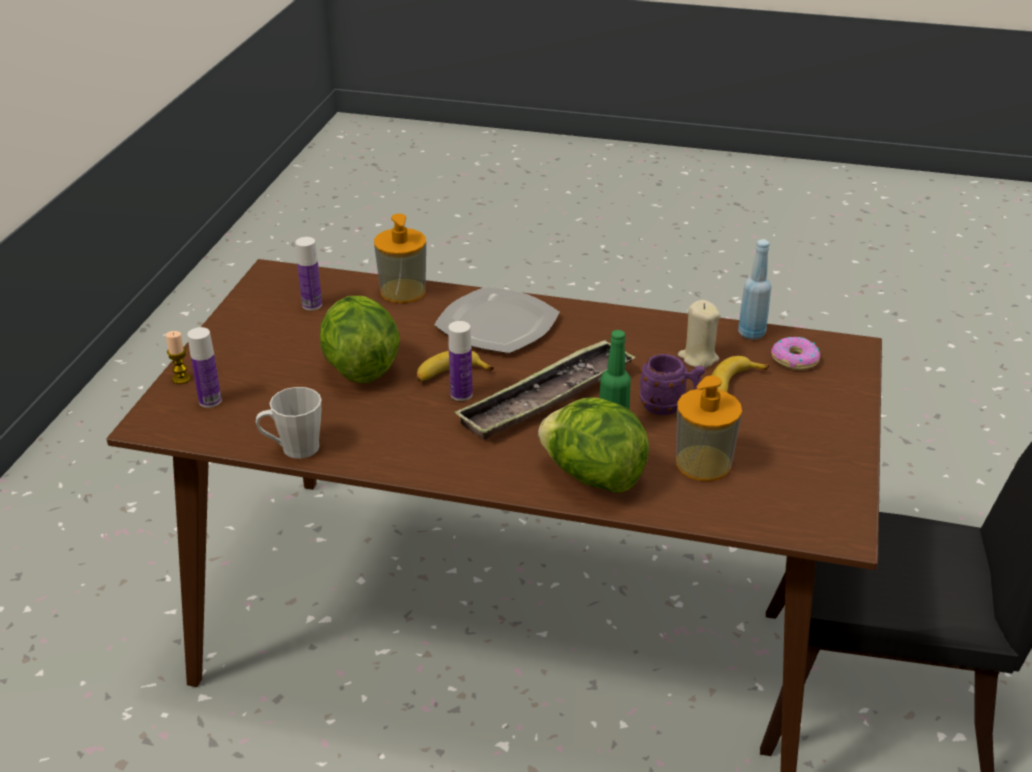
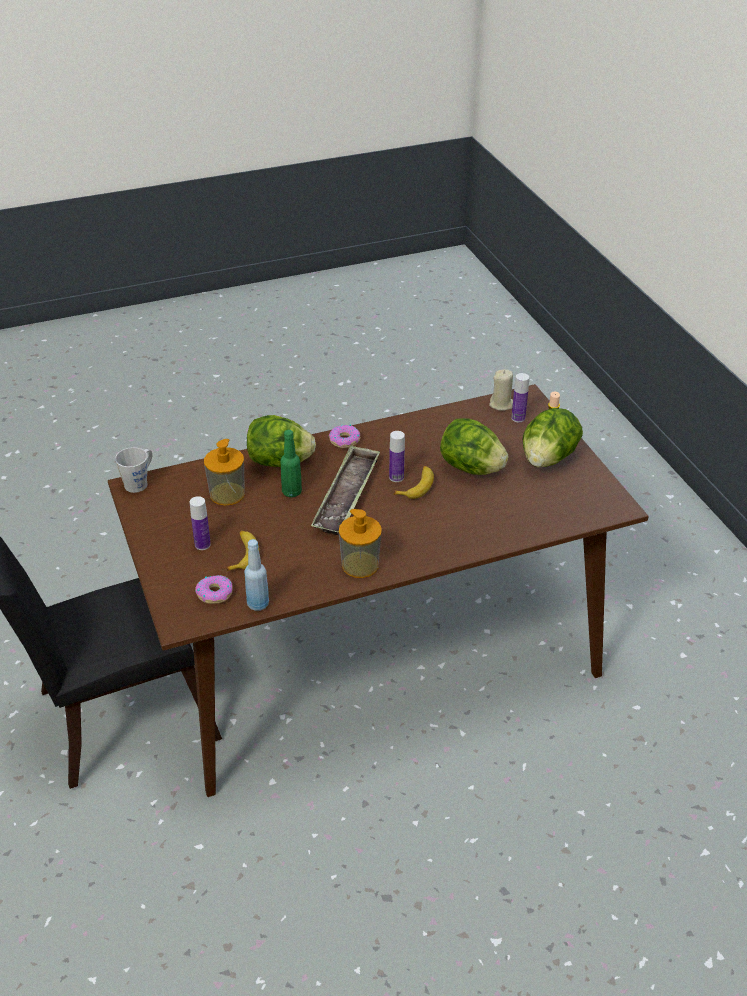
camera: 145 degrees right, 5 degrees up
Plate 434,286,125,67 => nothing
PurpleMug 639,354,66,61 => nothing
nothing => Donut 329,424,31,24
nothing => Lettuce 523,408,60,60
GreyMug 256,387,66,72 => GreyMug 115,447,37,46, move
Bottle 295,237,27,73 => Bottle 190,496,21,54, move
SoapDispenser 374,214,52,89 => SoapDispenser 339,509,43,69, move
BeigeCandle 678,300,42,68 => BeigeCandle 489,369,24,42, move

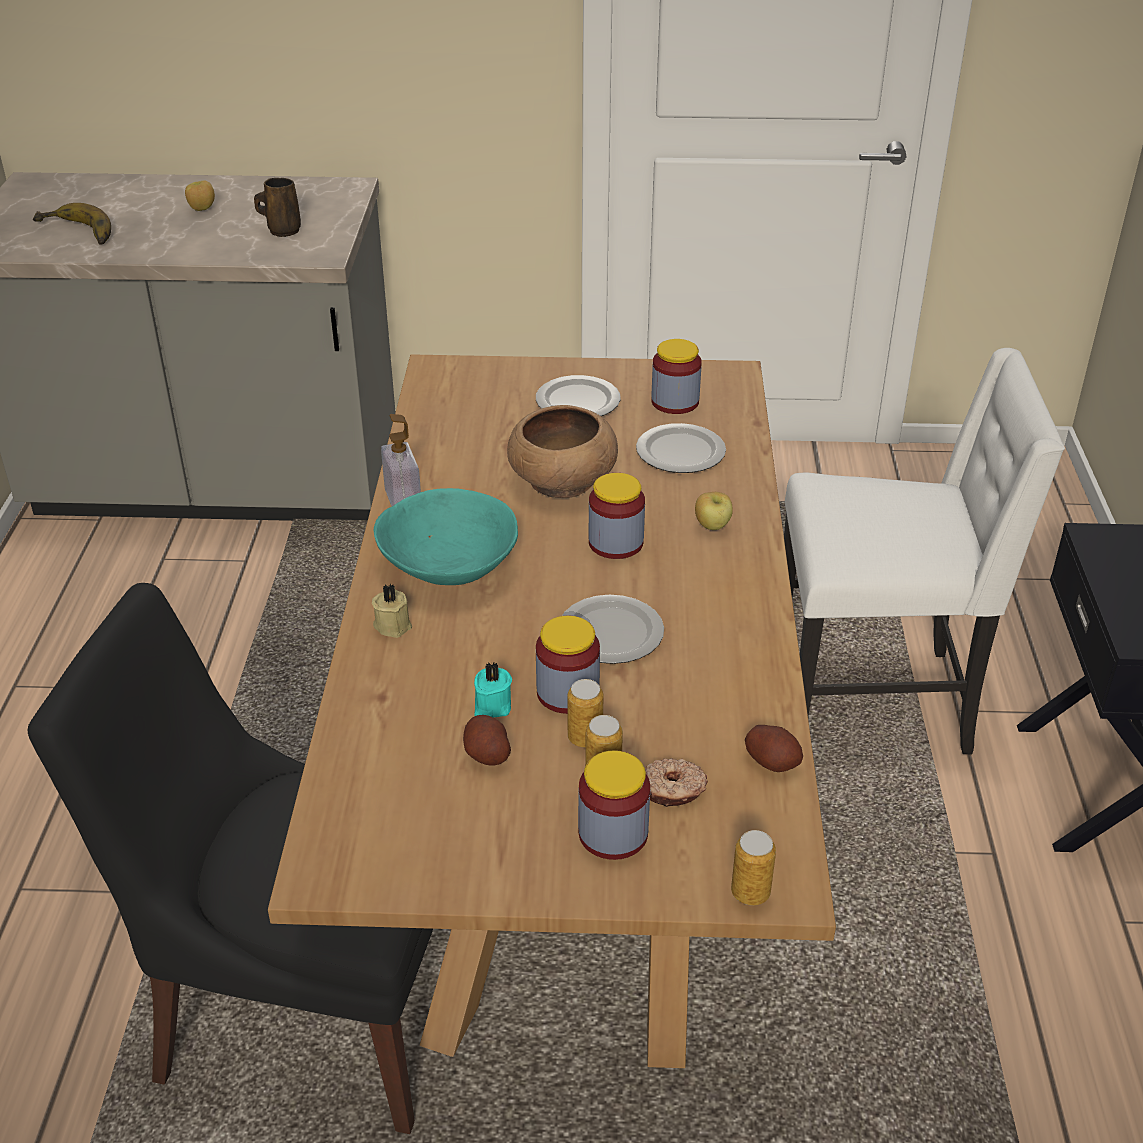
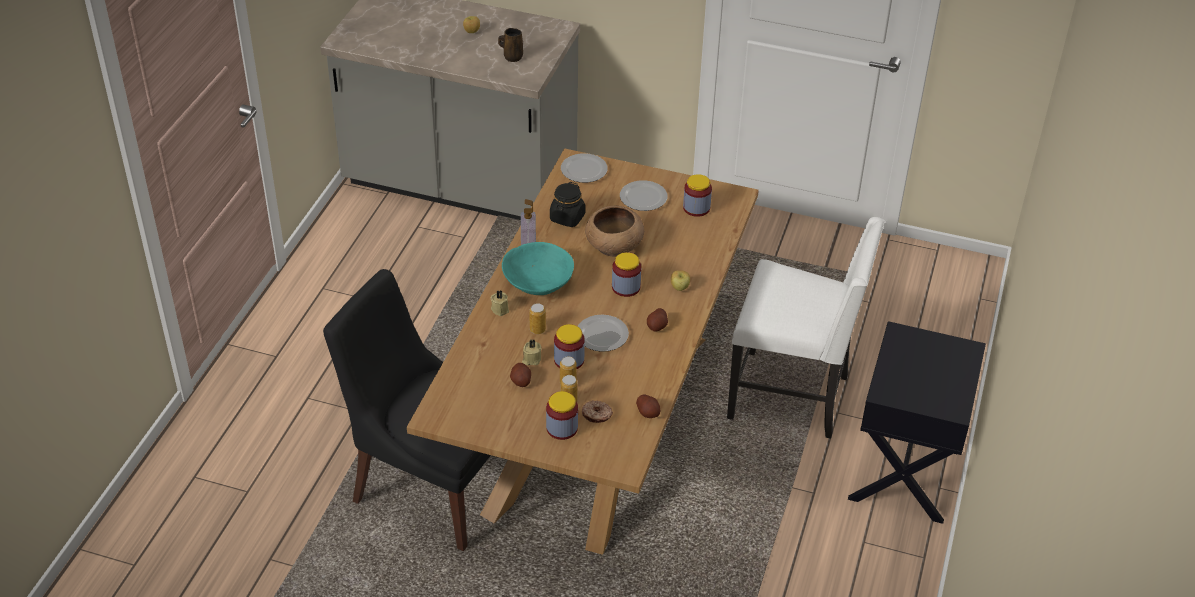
camera: 15 degrees right, 5 degrees up
Banana 33,203,78,42 => nothing
nothing => BlackJar 550,182,35,45
nothing => Potato 647,308,21,24
Plate 636,423,90,50 => Plate 561,153,47,30, move
Can 731,830,45,75 => Can 529,303,17,31, move
TurquoiseCandle 474,662,38,55 => BeigeCandle 522,339,20,27

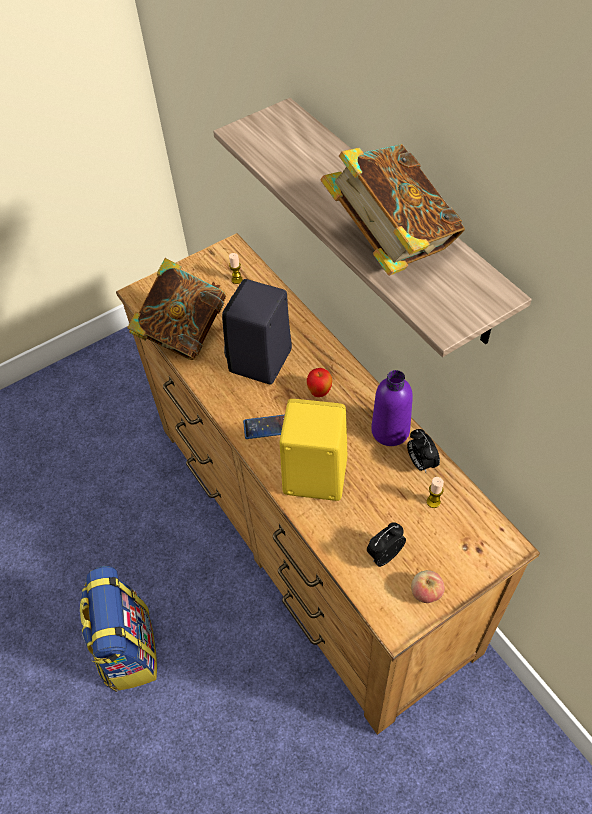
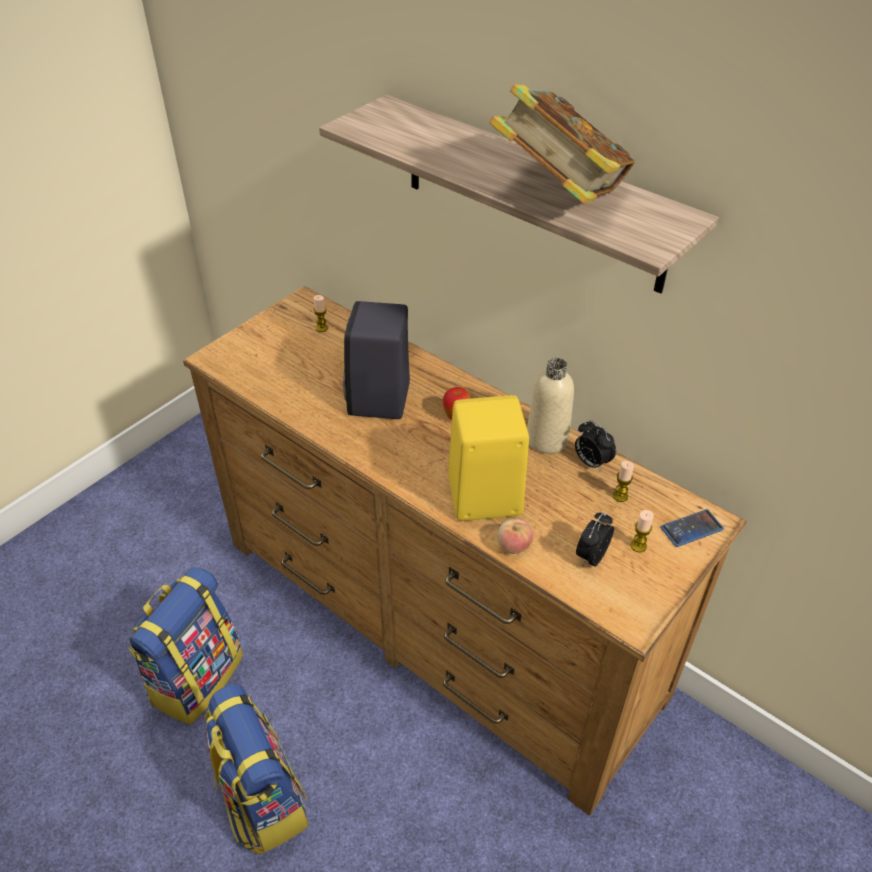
camera: 20 degrees left, 10 degrees down
Book 127,258,99,102 => nothing
nothing => Backpack 128,567,115,158
nothing => Candle 630,510,24,42
Phone 243,414,42,25 => Phone 660,509,64,38, move
Apple 411,570,34,33 => Apple 497,519,36,35, move
PurpleBottle 371,370,42,76 => BeigeBottle 527,358,47,96

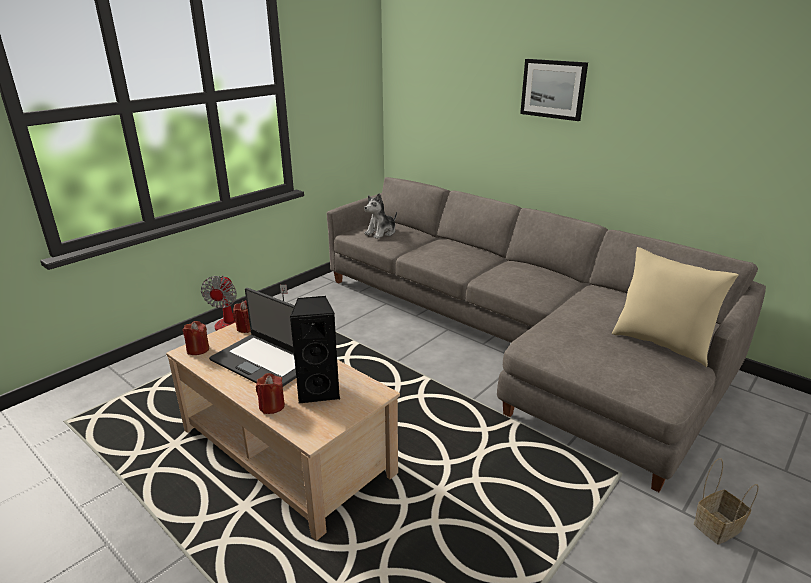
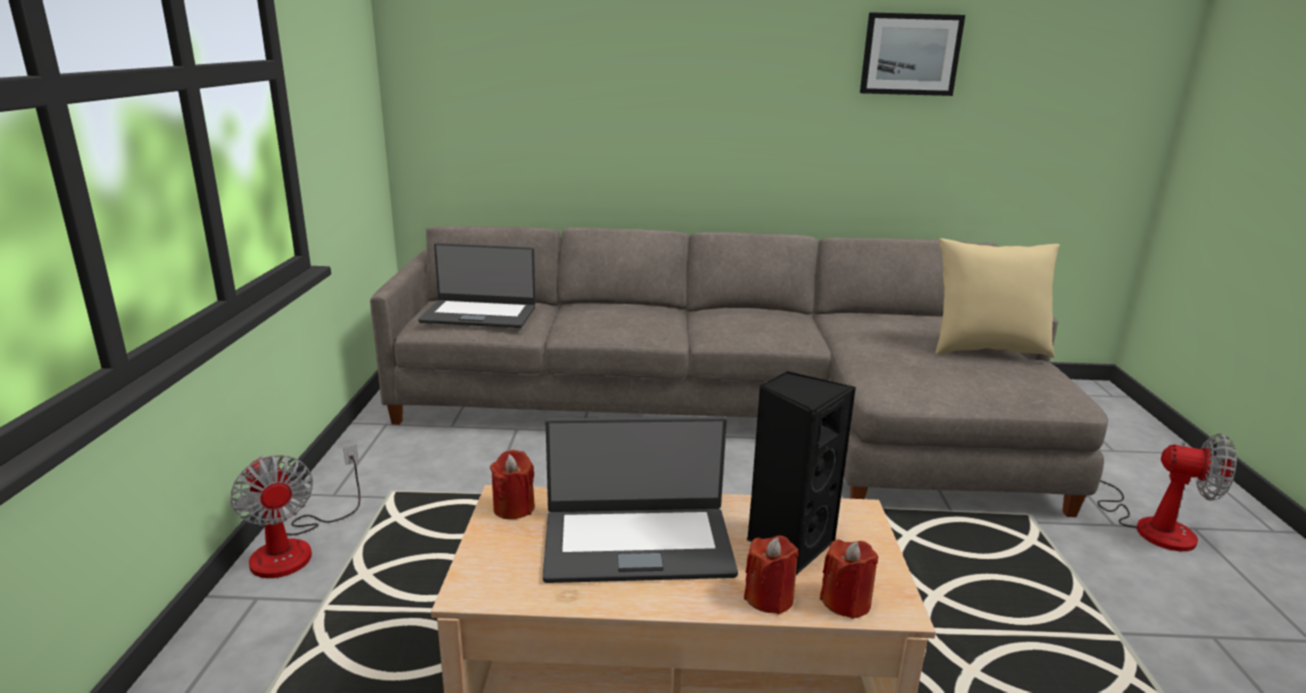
camera: 40 degrees left, 5 degrees down
RedCandle 183,321,26,34 => RedCandle 820,540,58,79, move
Picture 520,59,68,62 => Picture 860,12,105,84, move
PlushToy 364,193,33,46 => Laptop 418,243,118,85
Basket 694,458,65,86 => Fan 1097,433,140,118

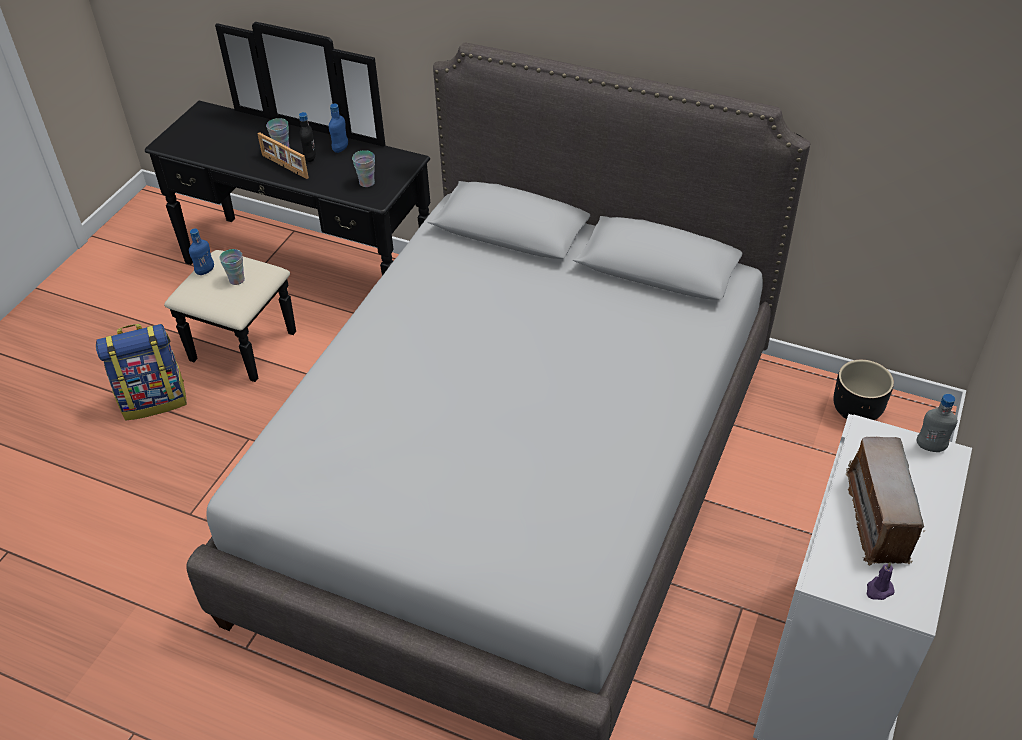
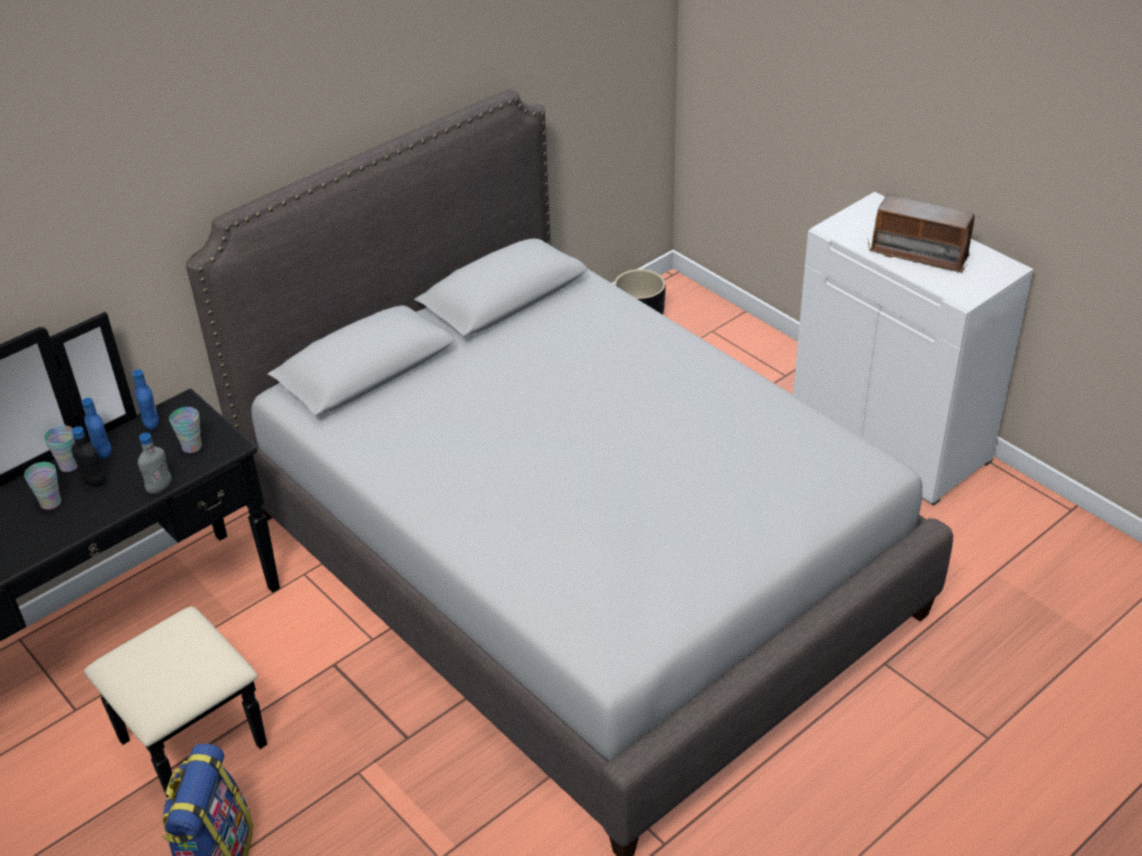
camera: 65 degrees left, 5 degrees down
PictureFrame 257,132,52,47 => nothing
PurpleCandle 867,562,28,38 => nothing
BlueBottle 189,229,25,46 => BlueBottle 132,369,27,61, move
Cup 219,249,26,36 => Cup 44,425,34,47, move
GreyBottle 917,394,41,58 => GreyBottle 138,433,34,61, move

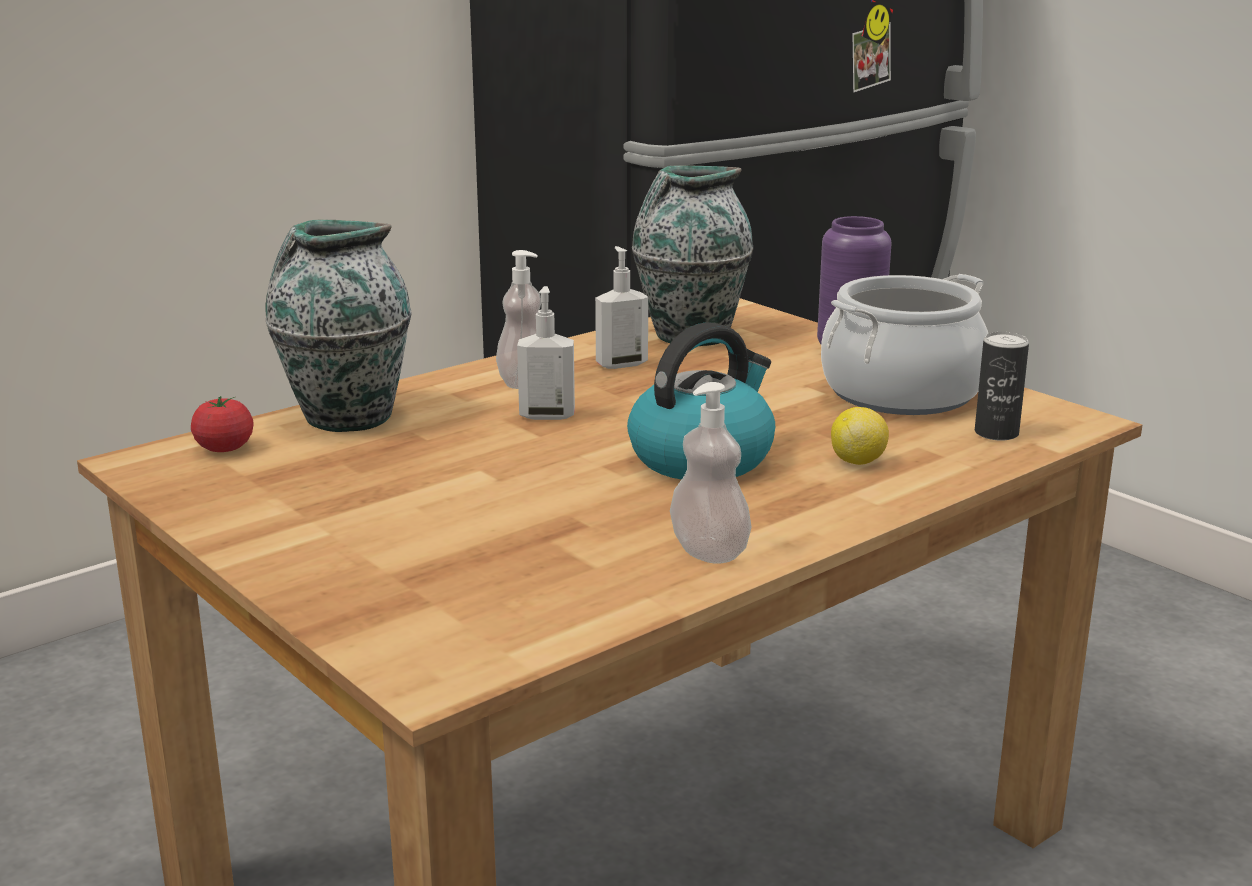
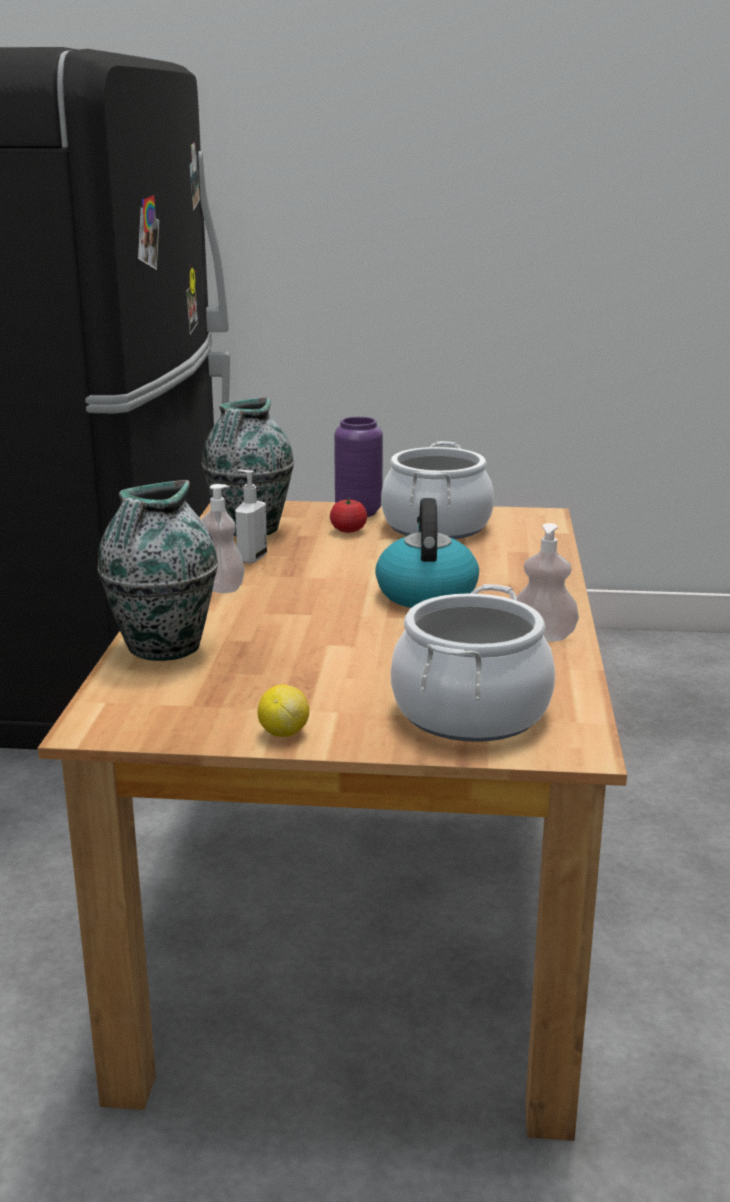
camera: 45 degrees left, 0 degrees up
SoapDispenser 517,286,58,134 => nothing
Can 975,332,54,109 => nothing
nothing => CookingPot 391,584,164,158
Tomato 191,396,63,56 => Tomato 330,498,37,35, move
Lemon 831,407,58,58 => Lemon 258,685,51,52, move

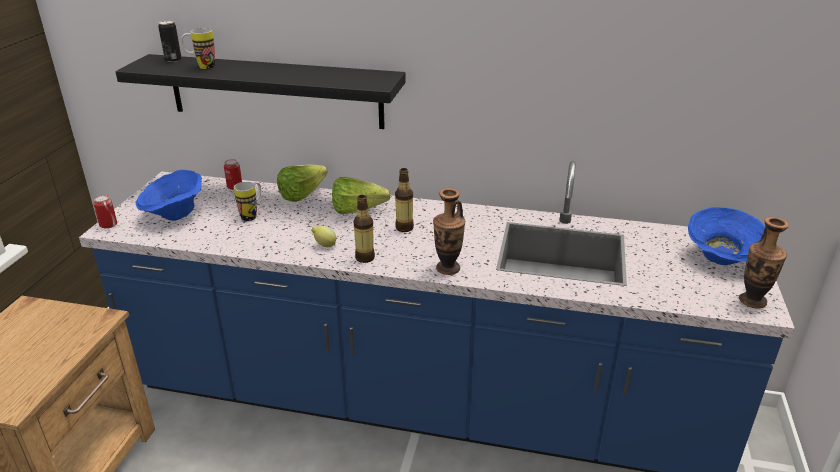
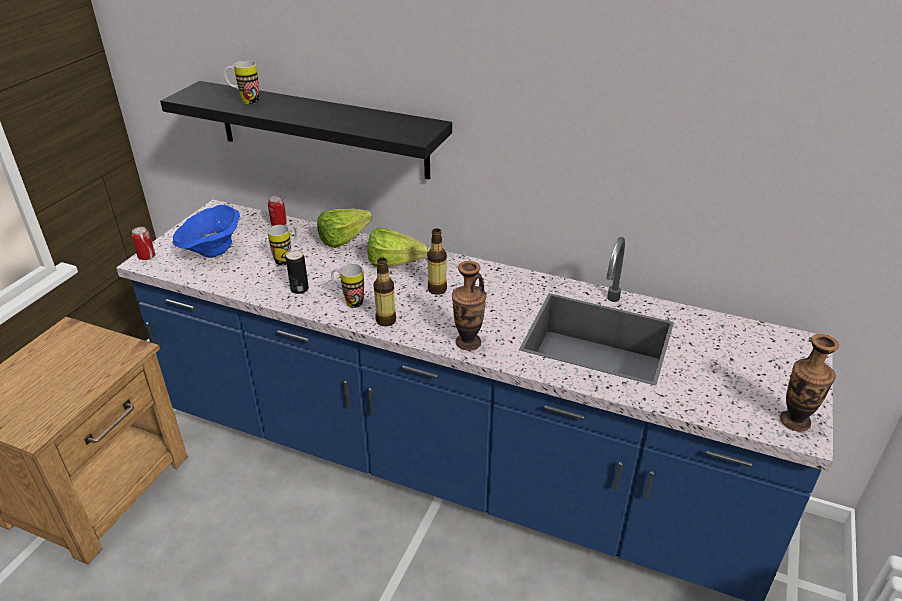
camera: 10 degrees right, 5 degrees up
BlueBowl 688,207,77,58 => nothing
Can 158,20,24,42 => Can 286,250,23,44, move
Lemon 311,226,25,21 => Mug 331,264,33,44

